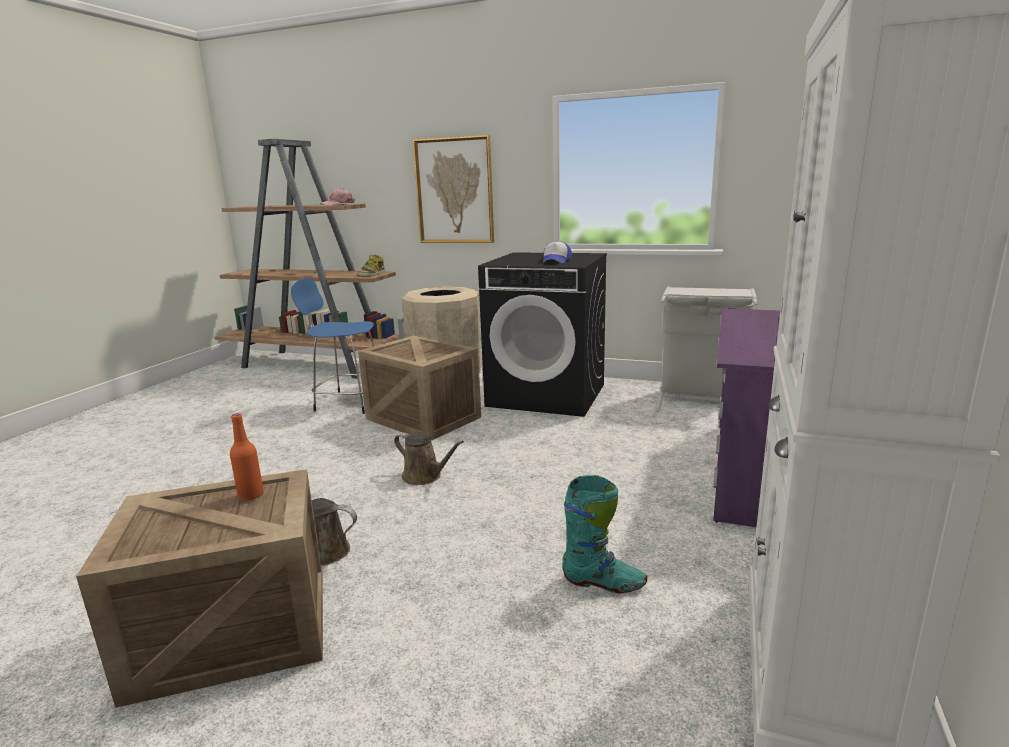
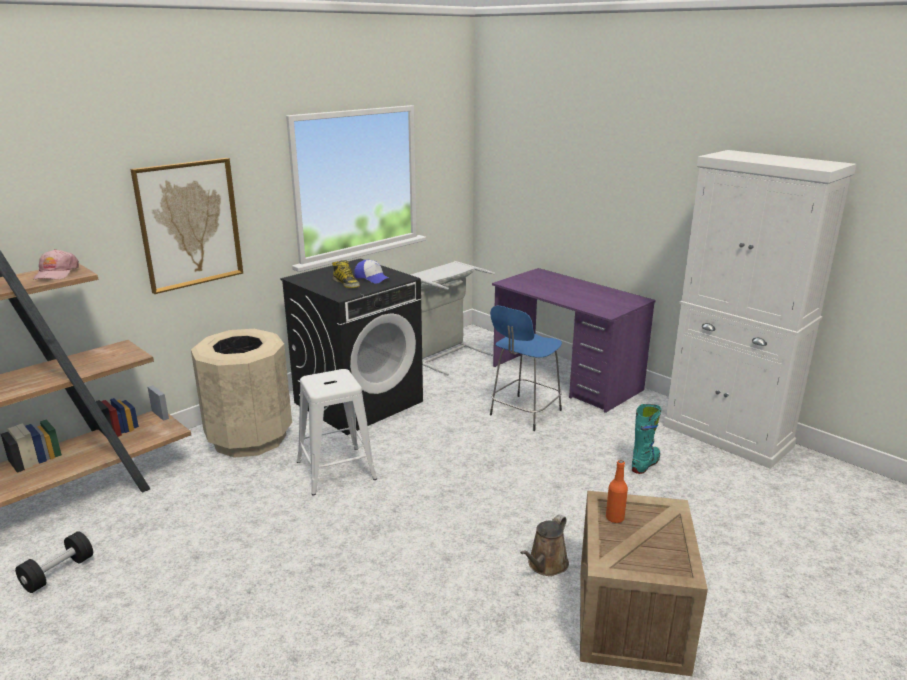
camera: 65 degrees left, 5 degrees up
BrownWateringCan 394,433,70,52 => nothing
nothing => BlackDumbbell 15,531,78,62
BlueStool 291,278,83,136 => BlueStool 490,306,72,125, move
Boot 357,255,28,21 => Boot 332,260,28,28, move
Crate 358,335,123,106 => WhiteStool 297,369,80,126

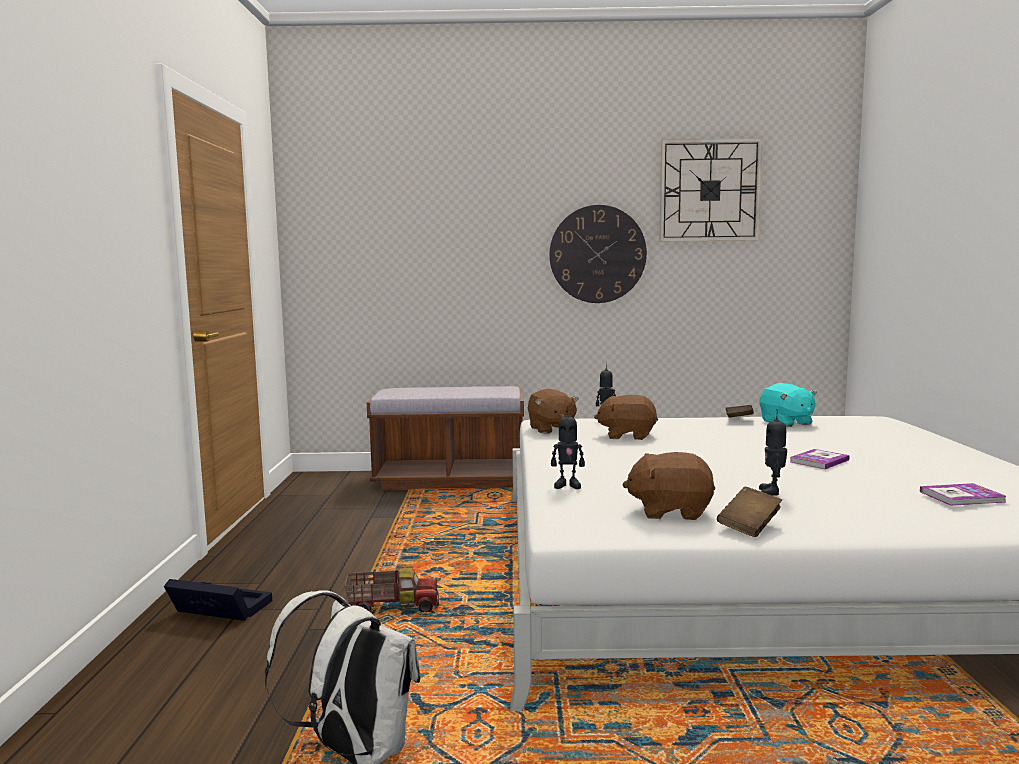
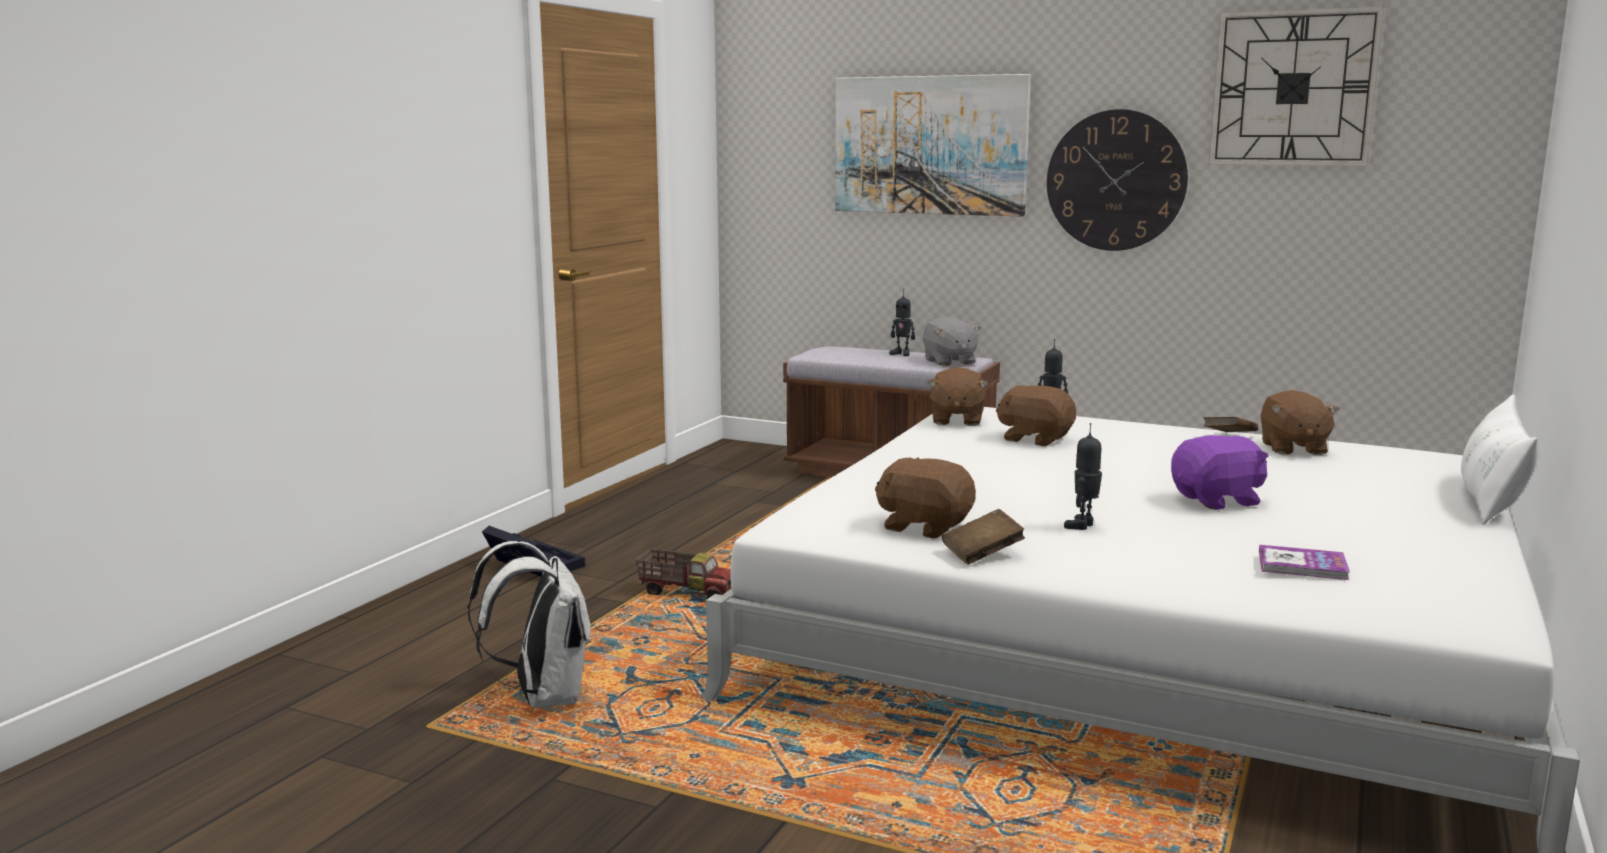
camera: 25 degrees right, 5 degrees up
nothing => Picture 835,74,196,142
nothing => GreyPlushToy 923,317,59,49
nothing => WhitePillow 1461,394,76,131
ToyRobot 551,406,34,83 => ToyRobot 889,289,26,67, move
Book 790,449,60,20 => PurplePlushToy 1171,435,98,75
TurquoisePlushToy 760,383,57,44 => BrownPlushToy 1261,390,79,65

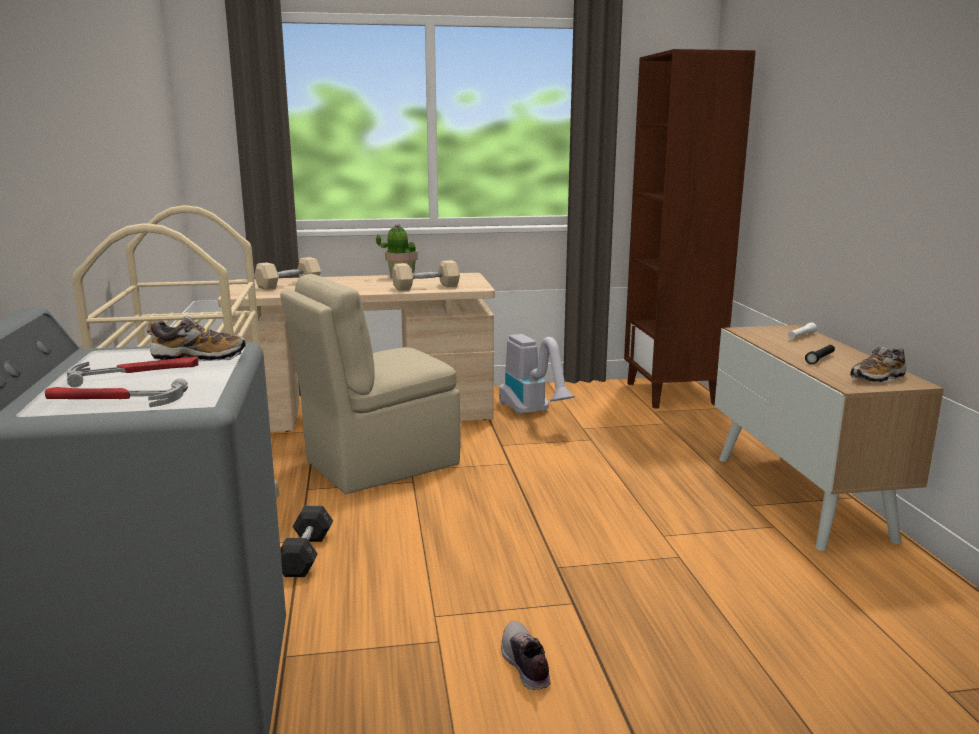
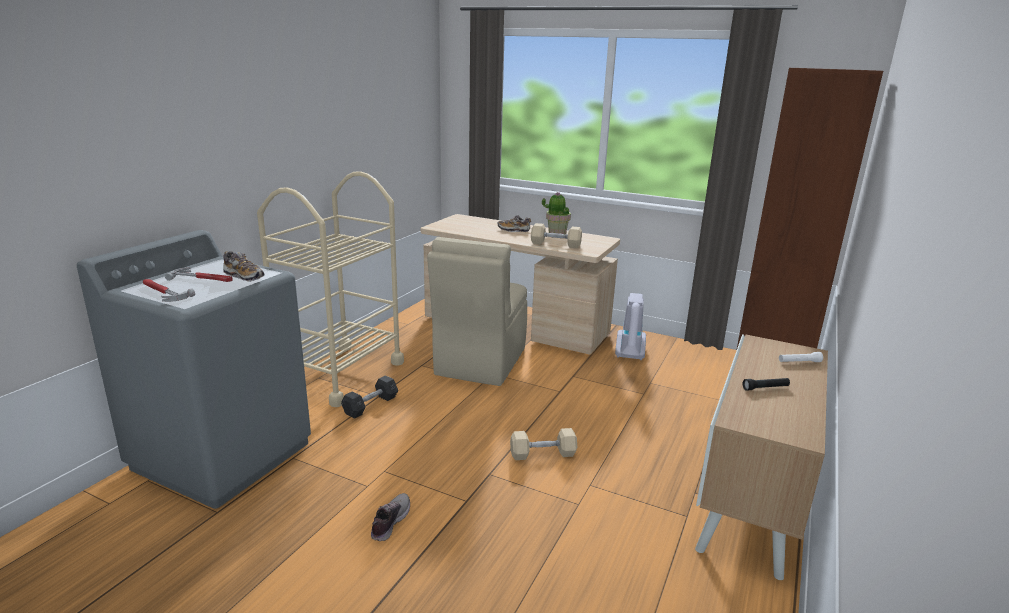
camera: 35 degrees right, 5 degrees up
BeigeDumbbell 254,257,67,33 => BeigeDumbbell 510,428,67,32, move
Shoe 850,347,56,36 => Shoe 497,215,34,17, move
BeigeChair 280,274,181,220 => BeigeChair 427,237,100,149, 75 degrees counterclockwise

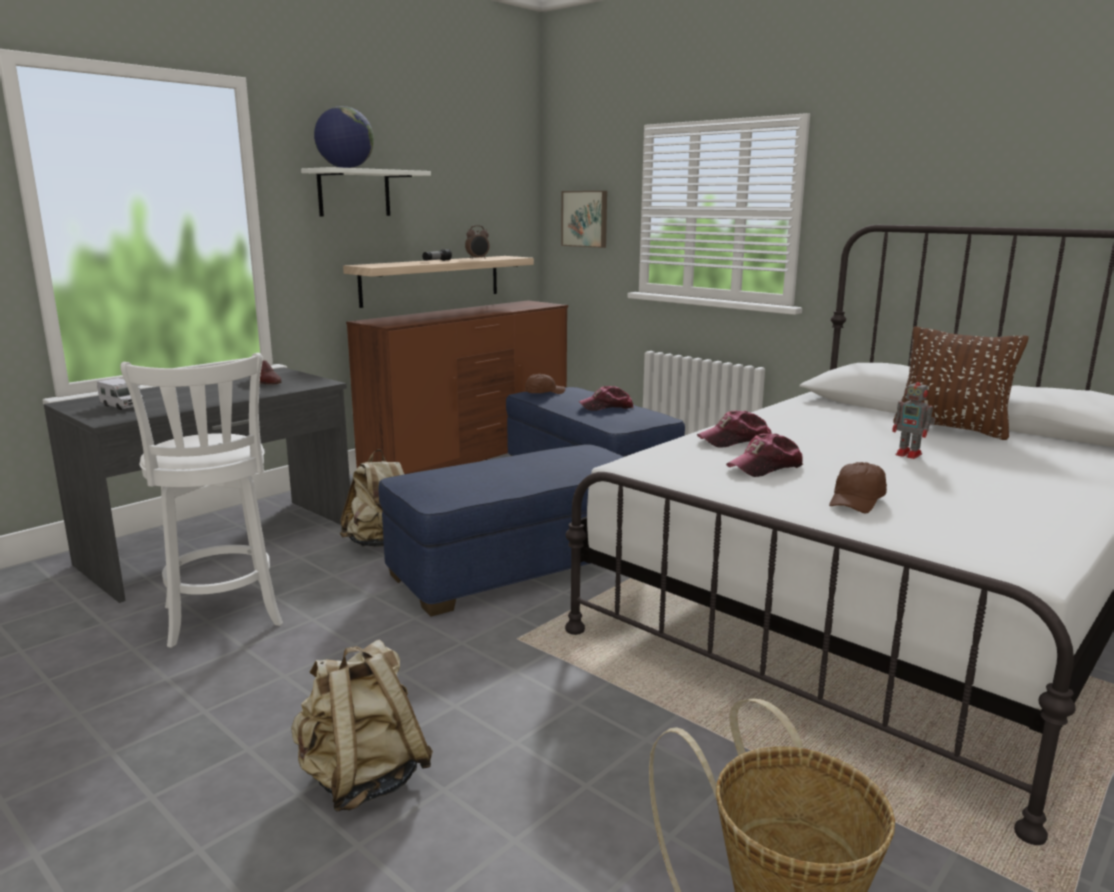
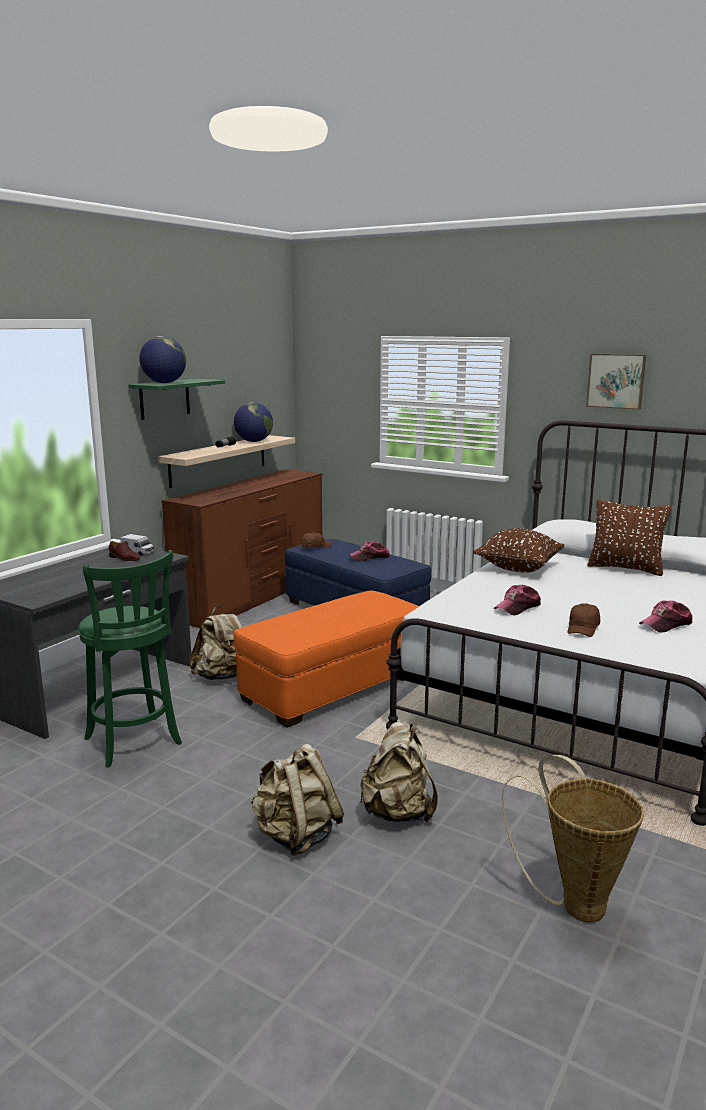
camera: 10 degrees left, 0 degrees up
ToyRobot 892,375,43,84 => nothing
nothing => BeigeBackpack 360,722,78,100
nothing => BrownPillow 473,528,91,45
ToyTruck 97,378,48,32 => ToyTruck 120,534,34,22, move
Picture 561,191,46,57 => Picture 586,353,60,57, move
Cap 697,411,74,36 => Cap 639,600,54,33, move
AlarmClock 465,225,25,34 => Globe 234,402,39,40
WhiteStool 120,353,163,295 => GreenStool 78,550,104,218
WhiteShelf 301,167,130,50 => GreenShelf 129,379,96,41
BlueOttoman 379,444,245,173 => OrangeOttoman 234,591,185,137

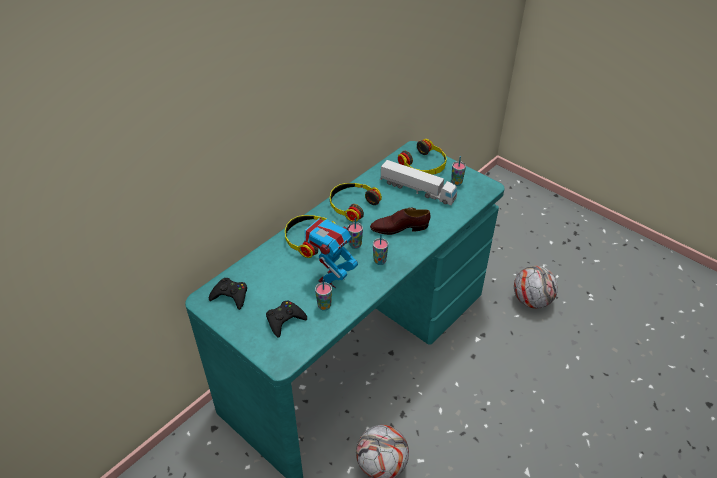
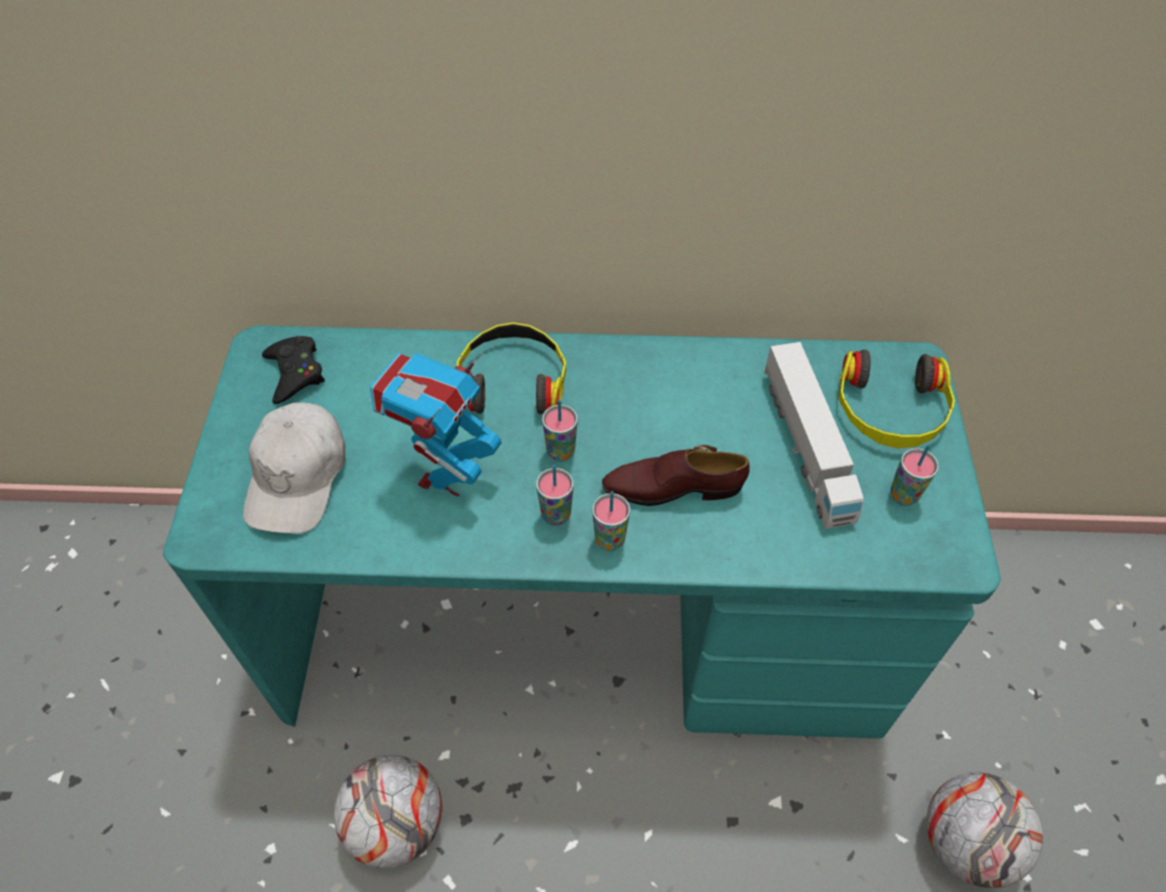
camera: 50 degrees right, 10 degrees up
Headphones 330,183,52,39 => nothing
Cup 315,279,17,32 => Cup 592,491,38,60, move
BlackGameController 266,301,41,37 => WhiteCap 243,403,102,131
ToyRobot 305,219,53,69 => ToyRobot 370,353,131,144, 60 degrees counterclockwise
BrownShoe 370,208,60,27 => BrownShoe 602,445,148,61, 45 degrees counterclockwise

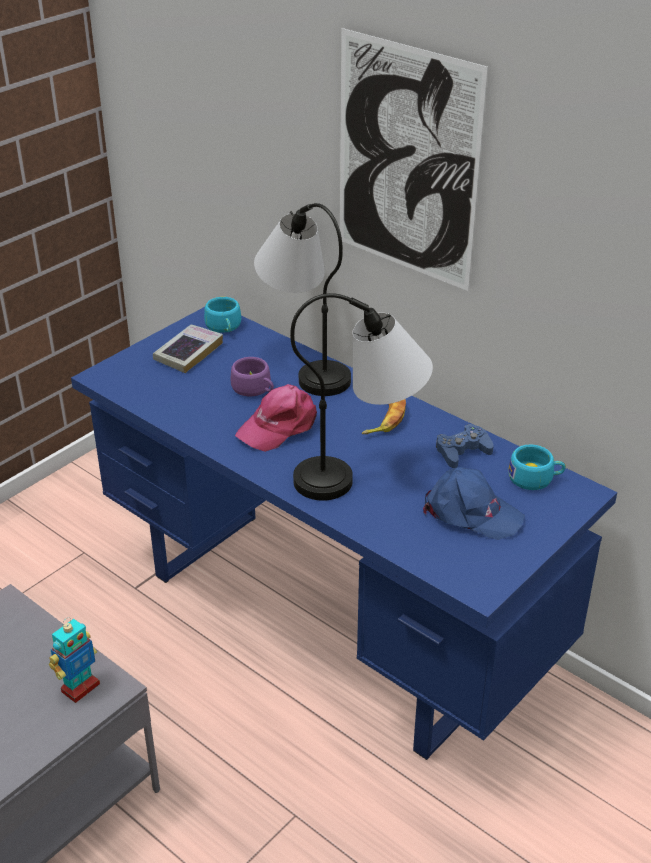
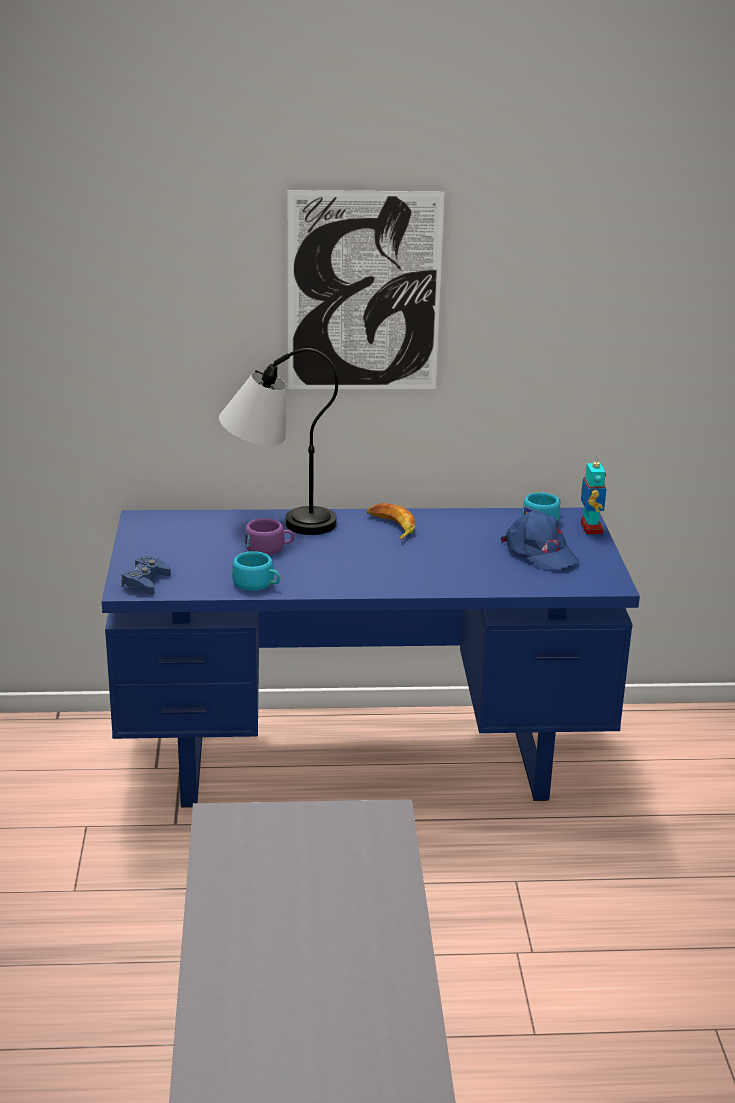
camera: 45 degrees left, 10 degrees down
Book 153,325,70,48 => nothing
PinkCap 235,384,82,68 => nothing
TableLamp 290,293,143,208 => nothing
ToyRobot 49,617,51,86 => ToyRobot 581,455,25,79, move
TurquoiseCup 204,297,37,36 => TurquoiseCup 232,551,49,40, move
BlueGameController 436,424,58,44 => BlueGameController 121,556,50,39, move
BlueCap 423,467,102,73 => BlueCap 501,510,78,60, 75 degrees clockwise

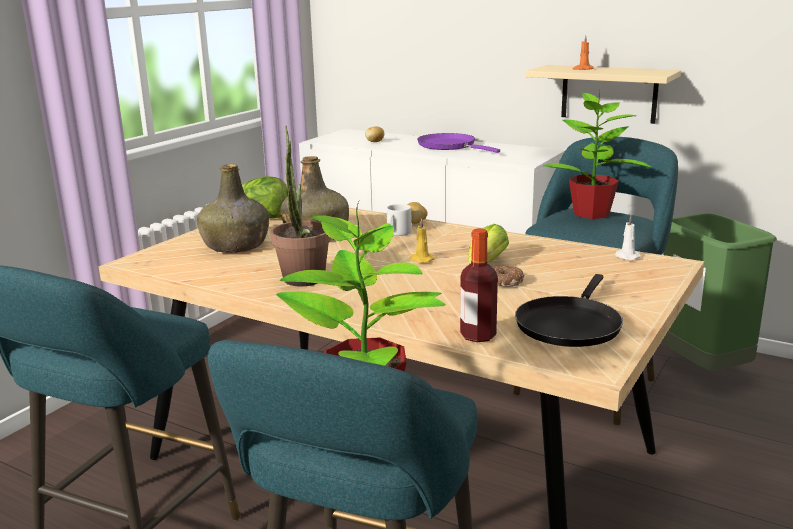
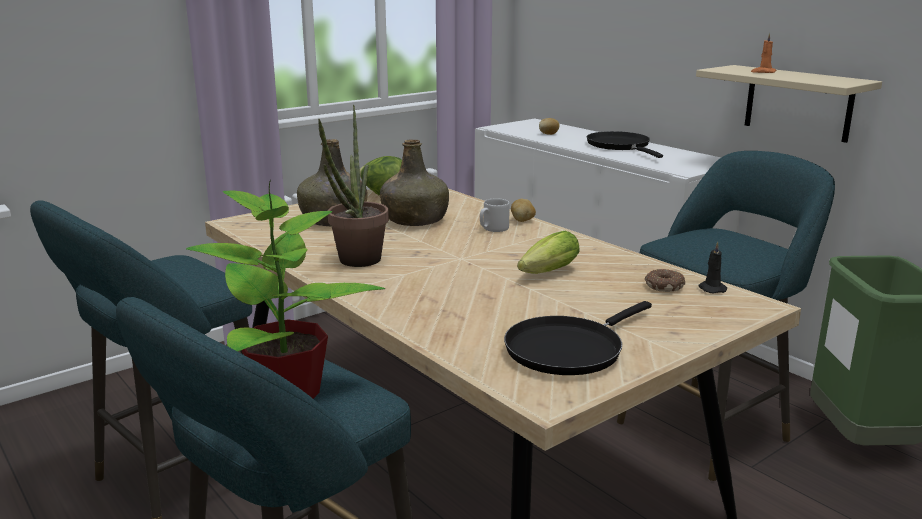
camera: 20 degrees right, 0 degrees up
YellowCandle 410,218,24,45 => nothing
Bottle 460,228,38,114 => nothing
PottedPlant 543,90,109,129 => nothing
Donut 493,266,32,21 => Donut 645,269,40,23, move
PurpleFryingPan 417,133,83,20 => BlackFryingPan 587,131,76,27
WhiteCandle 615,216,26,44 => BlackCandle 698,242,29,52

